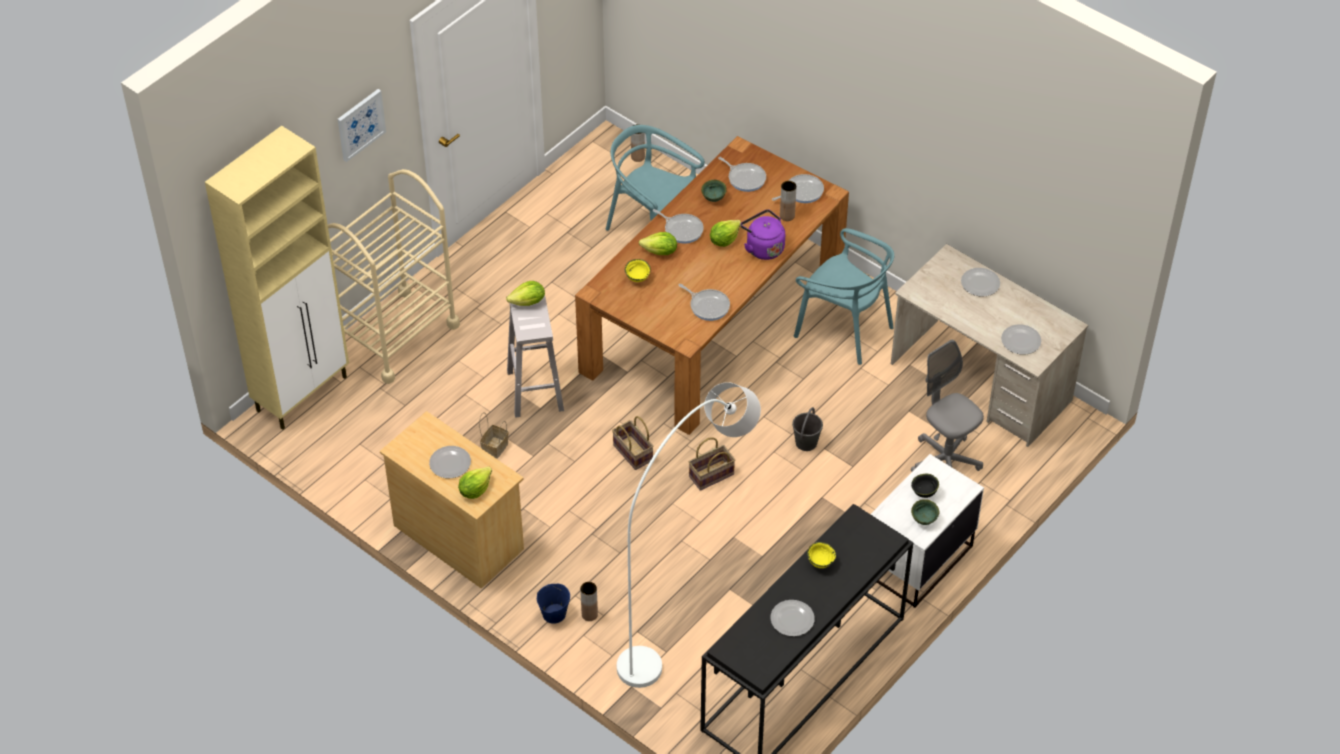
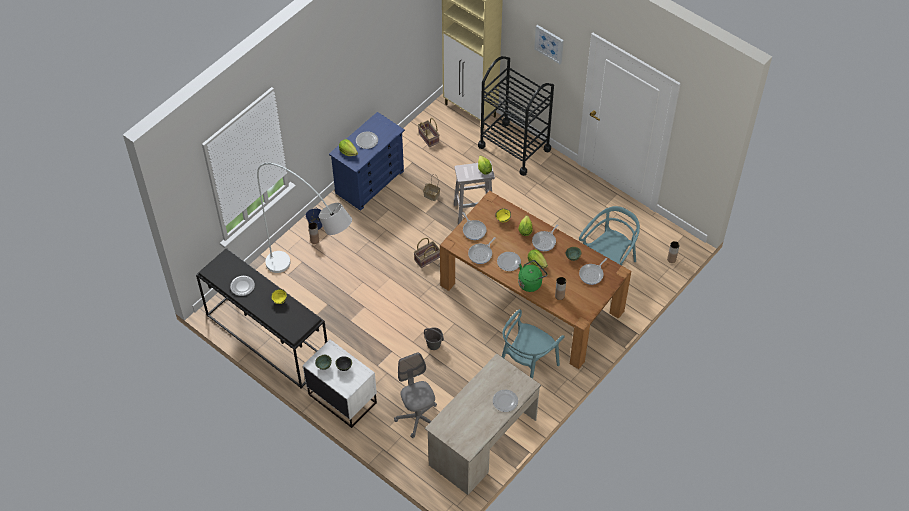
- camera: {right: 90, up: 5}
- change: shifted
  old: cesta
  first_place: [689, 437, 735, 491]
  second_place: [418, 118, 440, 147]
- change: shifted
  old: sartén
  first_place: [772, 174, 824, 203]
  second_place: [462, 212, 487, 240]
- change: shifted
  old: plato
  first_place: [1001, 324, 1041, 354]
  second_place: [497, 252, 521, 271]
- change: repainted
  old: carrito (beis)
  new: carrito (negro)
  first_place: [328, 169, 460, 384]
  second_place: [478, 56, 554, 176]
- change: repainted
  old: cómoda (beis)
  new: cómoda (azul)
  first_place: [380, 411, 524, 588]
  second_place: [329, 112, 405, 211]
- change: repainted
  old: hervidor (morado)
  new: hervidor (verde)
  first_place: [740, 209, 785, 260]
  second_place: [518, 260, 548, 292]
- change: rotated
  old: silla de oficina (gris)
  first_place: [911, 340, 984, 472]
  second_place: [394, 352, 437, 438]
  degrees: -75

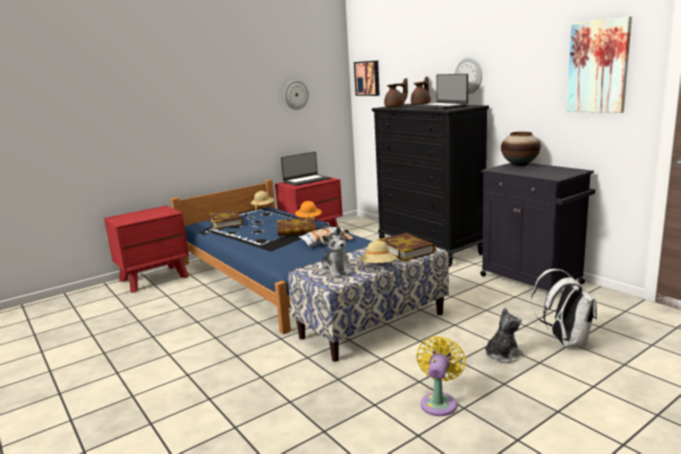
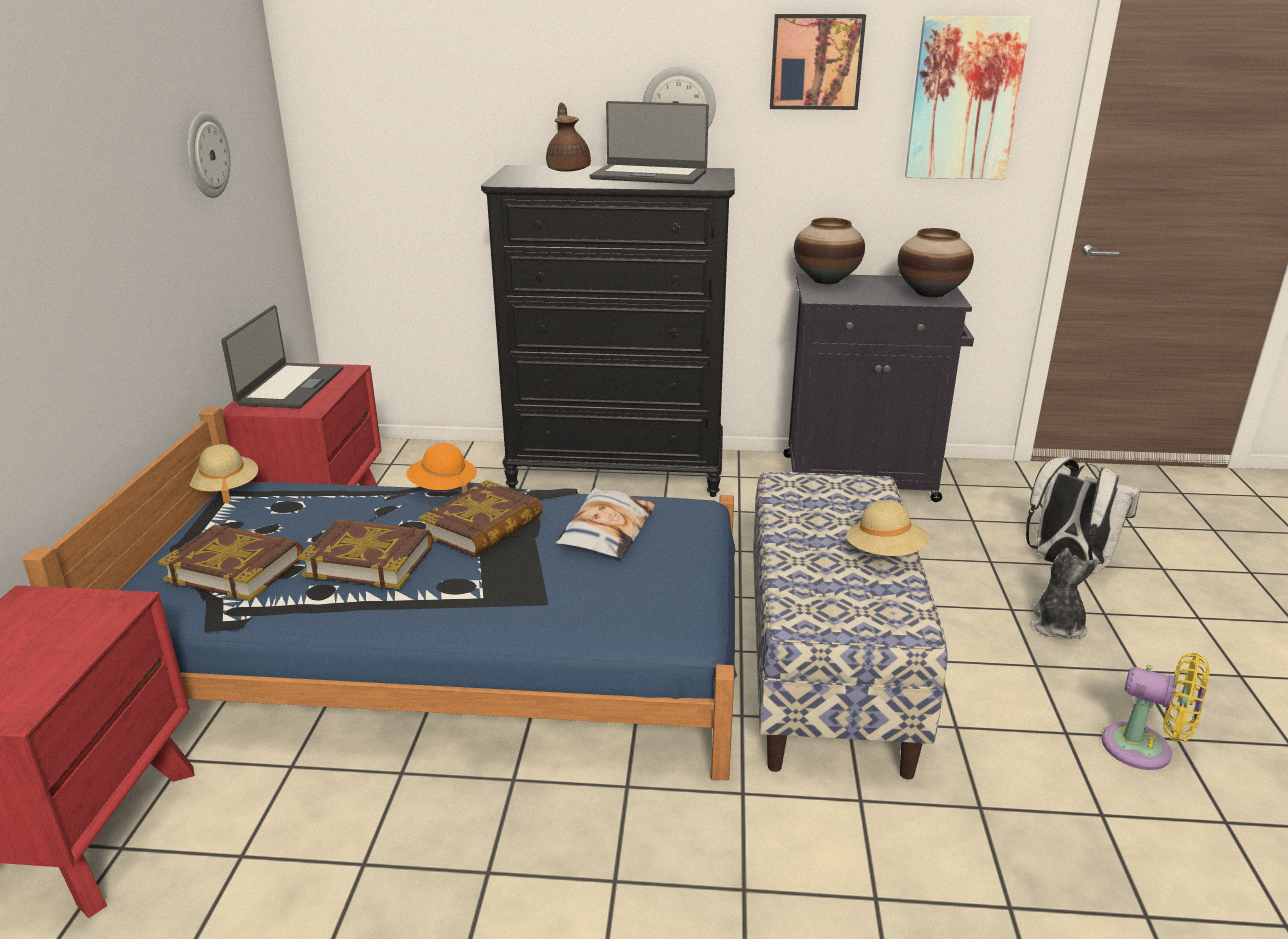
- camera: {right: -50, up: 10}
- change: gone
  old: peluche
  first_place: [321, 226, 353, 278]
- change: gone
  old: tetera (marrón)
  first_place: [384, 78, 408, 107]
- change: new
  new: florero
  second_place: [898, 228, 974, 298]
- change: shifted
  old: cuadro
  first_place: [354, 61, 380, 96]
  second_place: [770, 14, 866, 110]
- change: shifted
  old: libro
  first_place: [378, 233, 435, 261]
  second_place: [298, 519, 432, 589]
- change: rotated
  old: ventilador (amarillo)
  first_place: [416, 336, 466, 416]
  second_place: [1102, 653, 1209, 770]
  degrees: 150

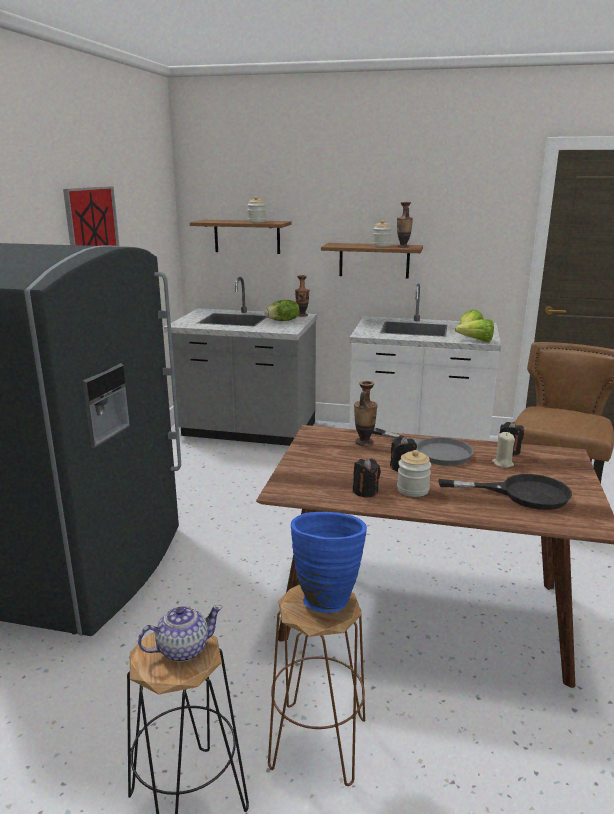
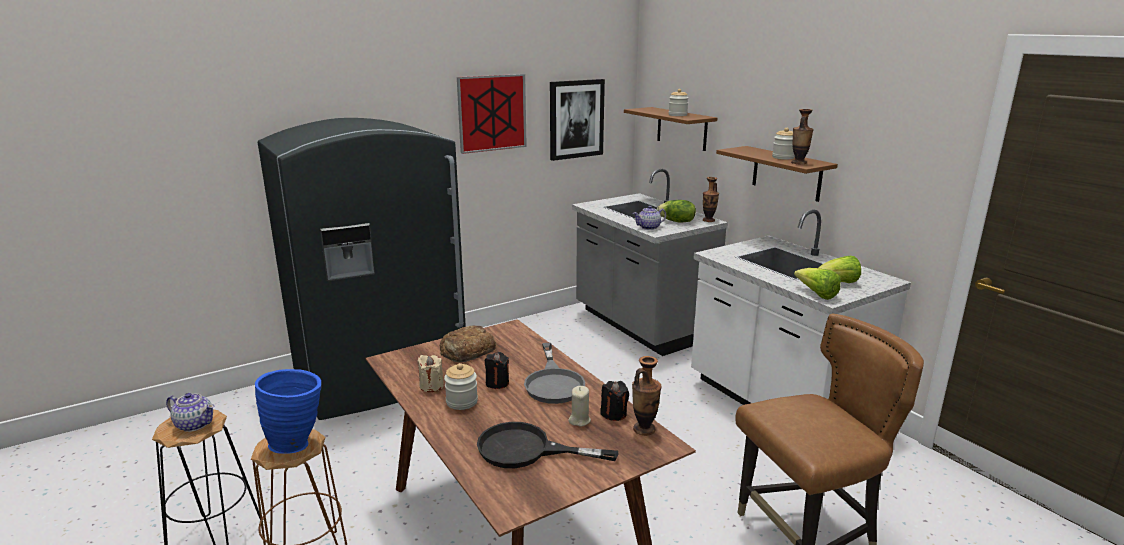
- camera: {right: 45, up: 0}
- change: new
  new: pan
  second_place: [439, 325, 496, 363]
- change: new
  new: cuadro
  second_place: [550, 79, 605, 161]
- change: new
  new: tetera
  second_place: [633, 206, 666, 230]
- change: shifted
  old: florero
  first_place: [354, 381, 377, 446]
  second_place: [632, 356, 662, 436]
- change: repainted
  old: vela (negro)
  new: vela (beis)
  first_place: [353, 459, 381, 497]
  second_place: [417, 355, 444, 392]
- change: rotated
  old: sartén (negro)
  first_place: [438, 474, 572, 510]
  second_place: [477, 422, 618, 468]
  degrees: 135

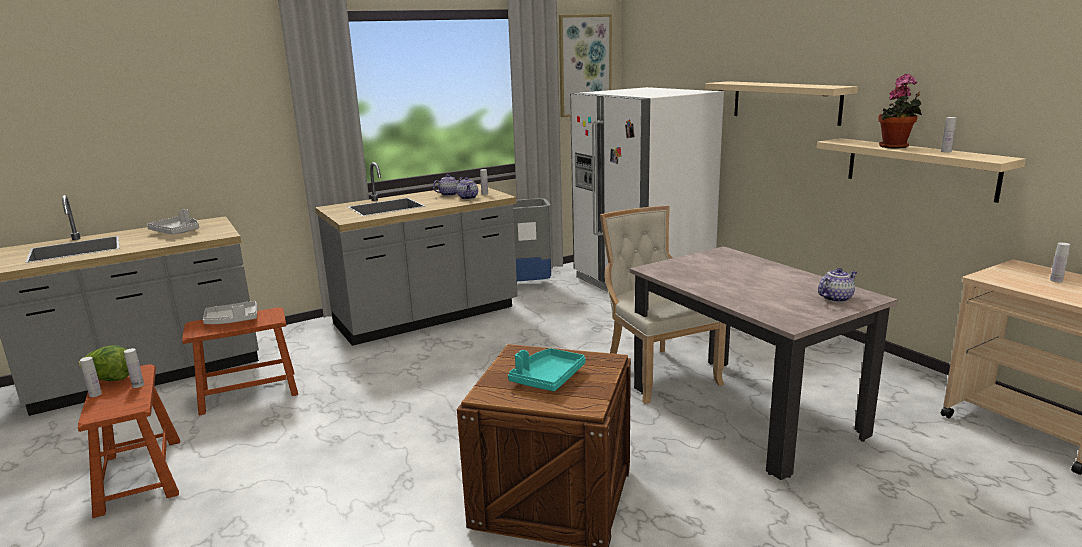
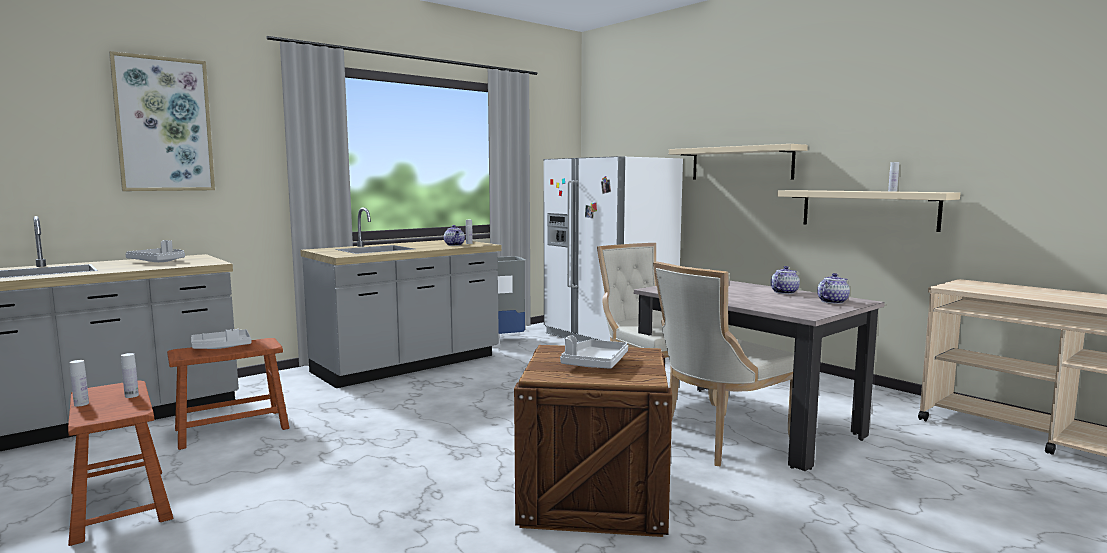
- camera: {right: -10, up: -10}
- change: gone
  old: lechuga
  first_place: [78, 345, 129, 381]
- change: gone
  old: planta en maceta
  first_place: [878, 74, 922, 149]
- change: gone
  old: botella (blanco)
  first_place: [1050, 242, 1071, 282]
- change: new
  new: silla (beis)
  second_place: [653, 262, 794, 467]
- change: shifted
  old: tetera
  first_place: [433, 174, 463, 196]
  second_place: [770, 266, 800, 294]
- change: shifted
  old: cuadro
  first_place: [559, 14, 612, 117]
  second_place: [109, 51, 215, 191]
- change: repainted
  old: bandeja (turquesa)
  new: bandeja (gris)
  first_place: [508, 348, 586, 391]
  second_place: [560, 335, 628, 369]

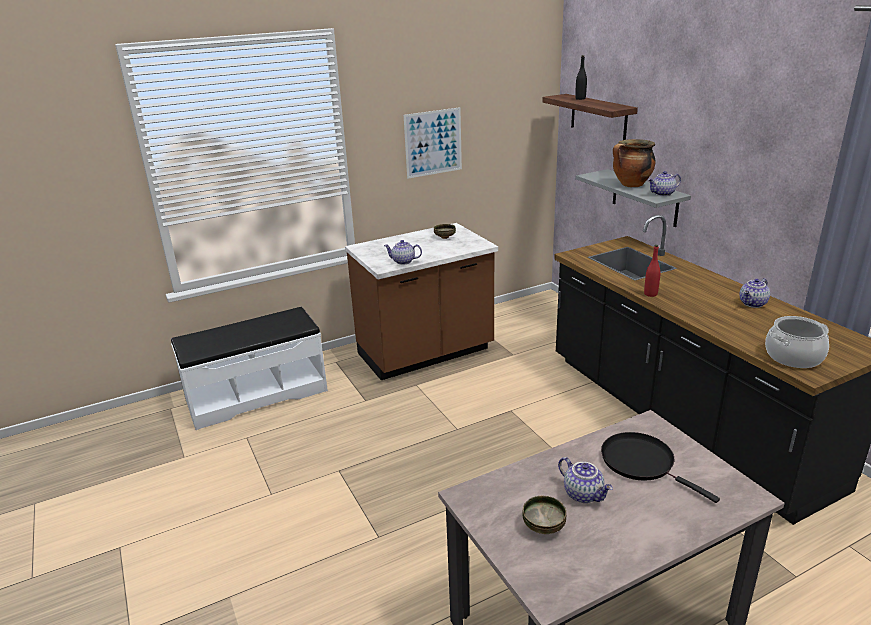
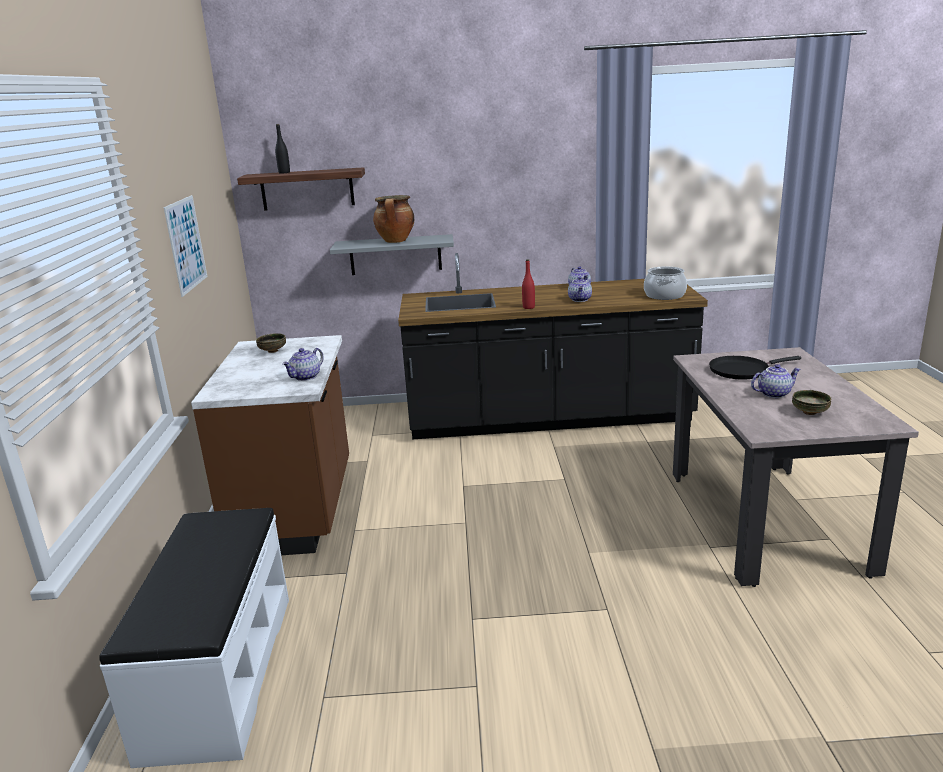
- camera: {right: -65, up: -5}
- change: shifted
  old: tetera
  first_place: [648, 171, 681, 196]
  second_place: [568, 277, 592, 302]

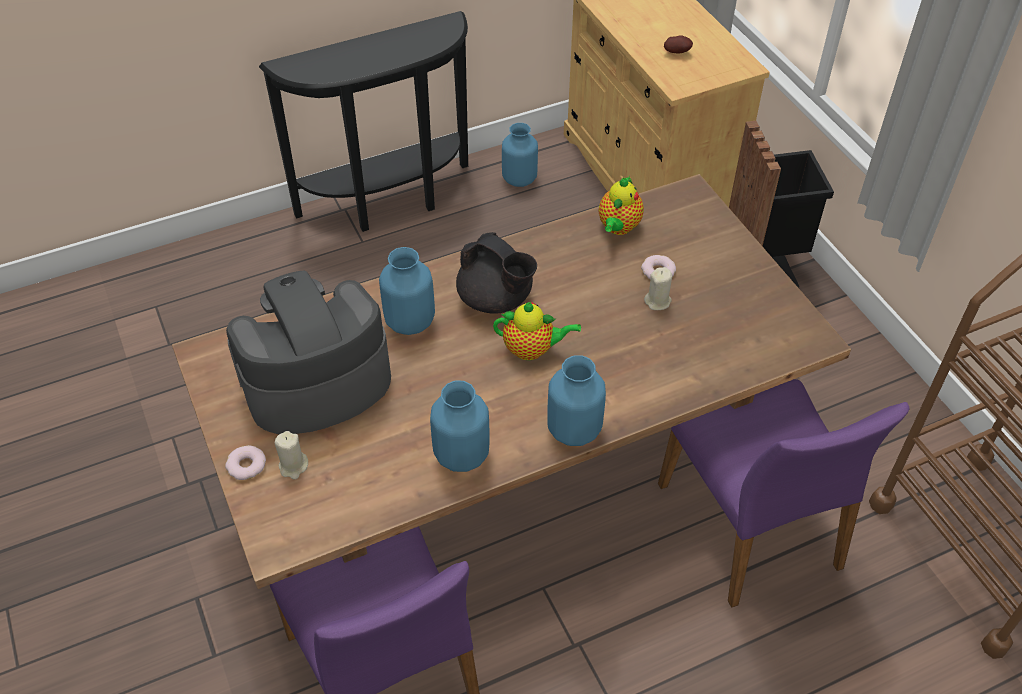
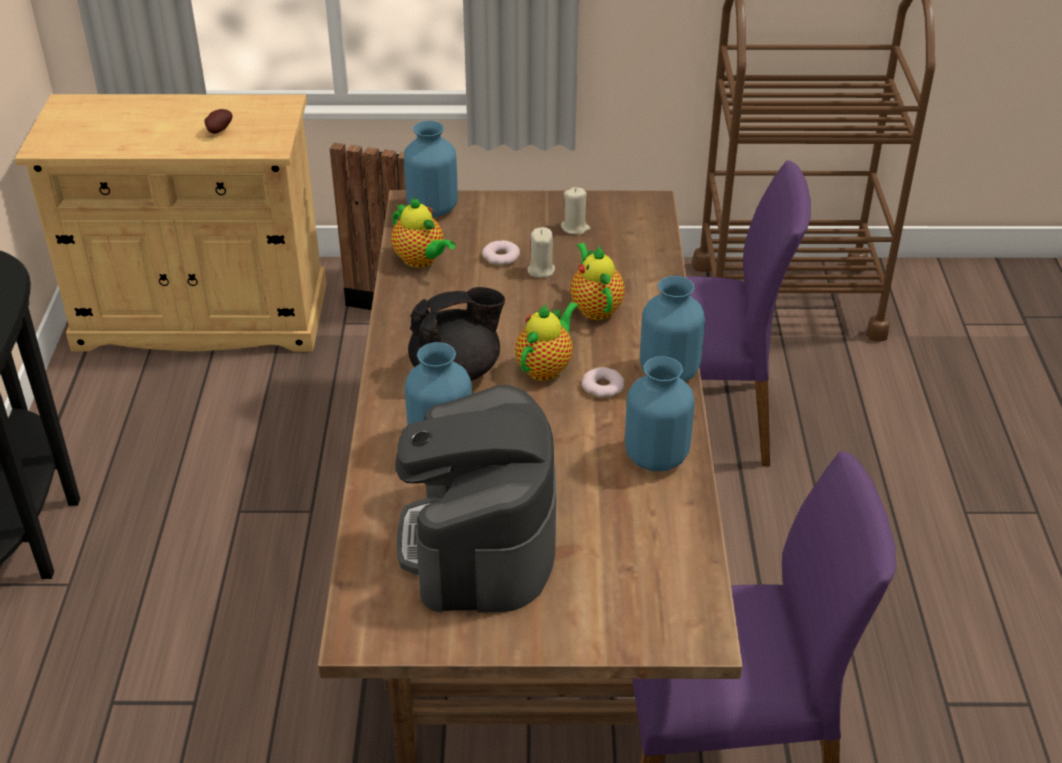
- camera: {right: -65, up: -10}
- change: new
  new: tetera
  second_place: [570, 243, 625, 320]
- change: shifted
  old: rosquilla
  first_place: [225, 445, 266, 480]
  second_place: [582, 367, 624, 398]
- change: shifted
  old: vela (beis)
  first_place: [275, 431, 308, 479]
  second_place: [561, 187, 590, 235]
- change: shifted
  old: florero (azul)
  first_place: [502, 123, 538, 187]
  second_place: [404, 121, 458, 217]

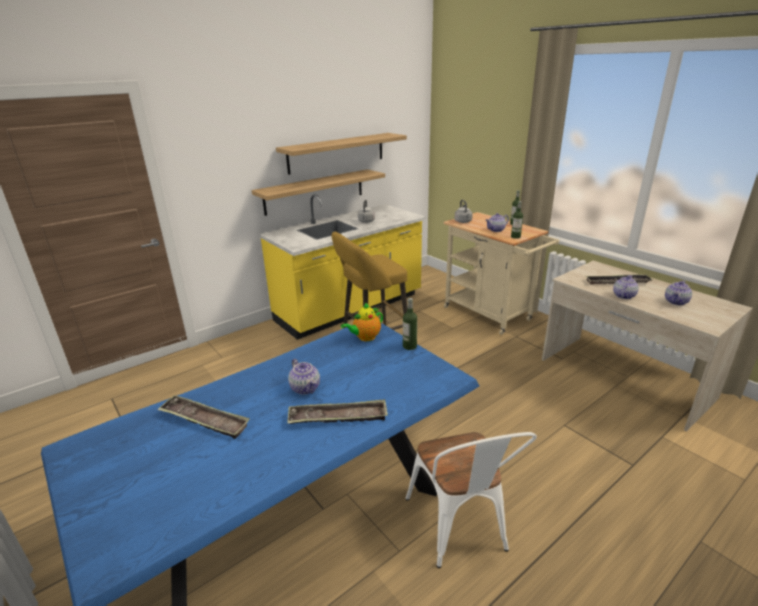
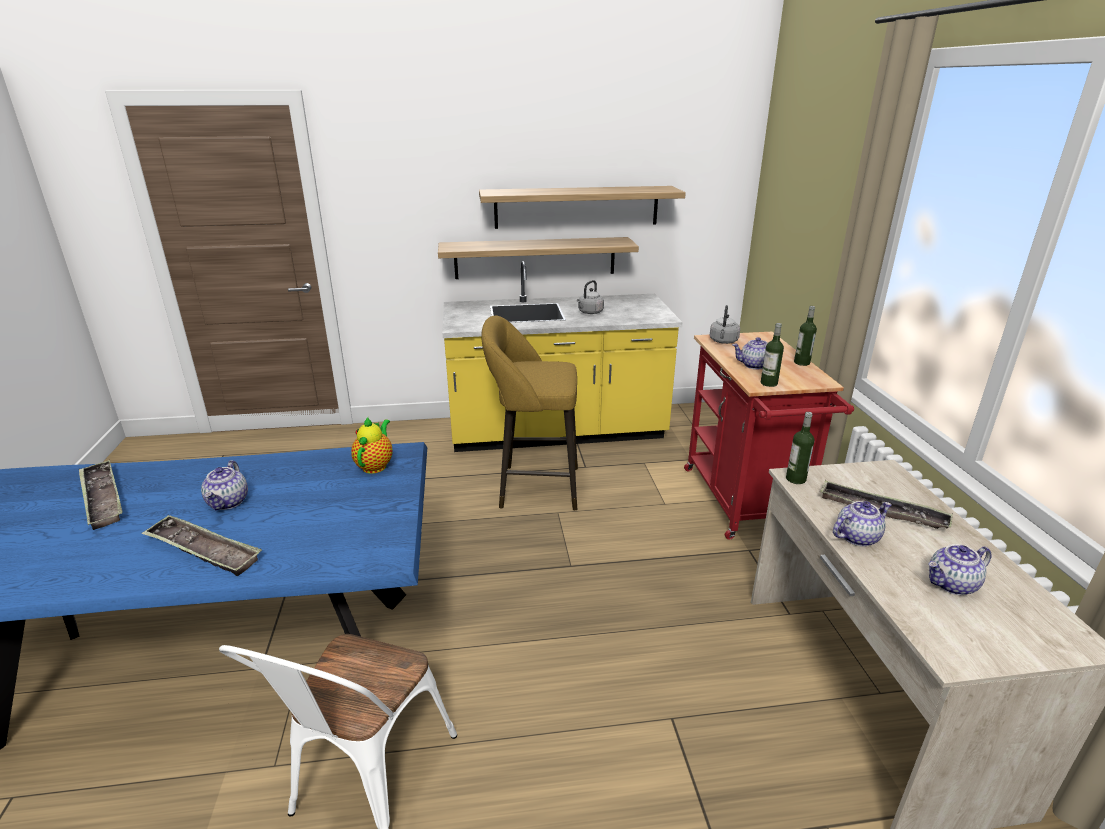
- camera: {right: 30, up: 0}
- change: shifted
  old: botella
  first_place: [403, 298, 417, 350]
  second_place: [786, 412, 815, 484]
- change: repainted
  old: carrito (beis)
  new: carrito (rojo)
  first_place: [443, 212, 559, 335]
  second_place: [684, 332, 854, 540]
- change: rotated
  old: tetera
  first_place: [341, 303, 383, 341]
  second_place: [351, 417, 393, 474]
  degrees: 105

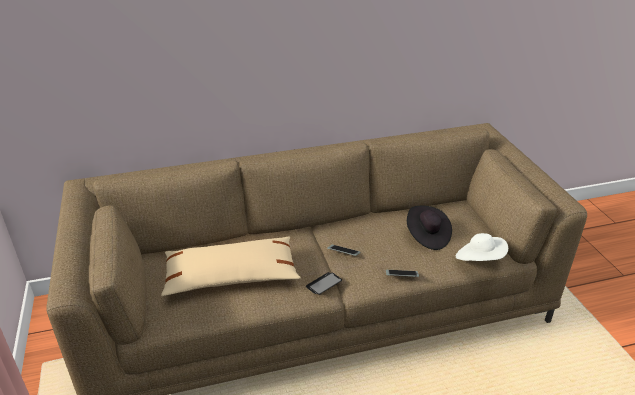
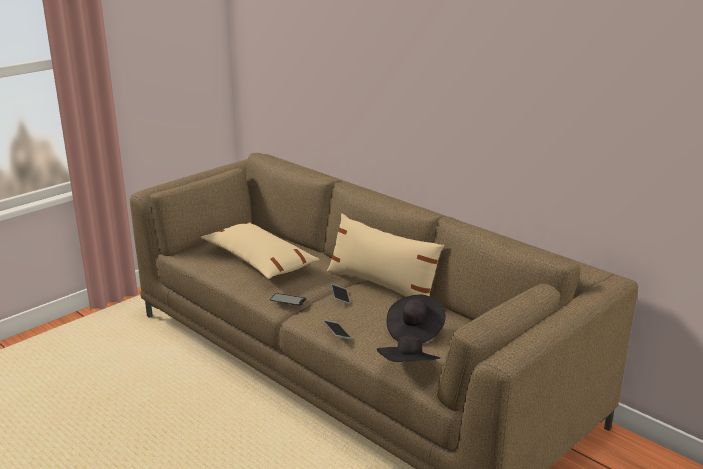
- camera: {right: 60, up: -10}
- change: new
  new: cojín (beis)
  second_place: [327, 214, 444, 297]
- change: repainted
  old: sombrero (blanco)
  new: sombrero (negro)
  first_place: [456, 233, 508, 261]
  second_place: [377, 336, 440, 362]

